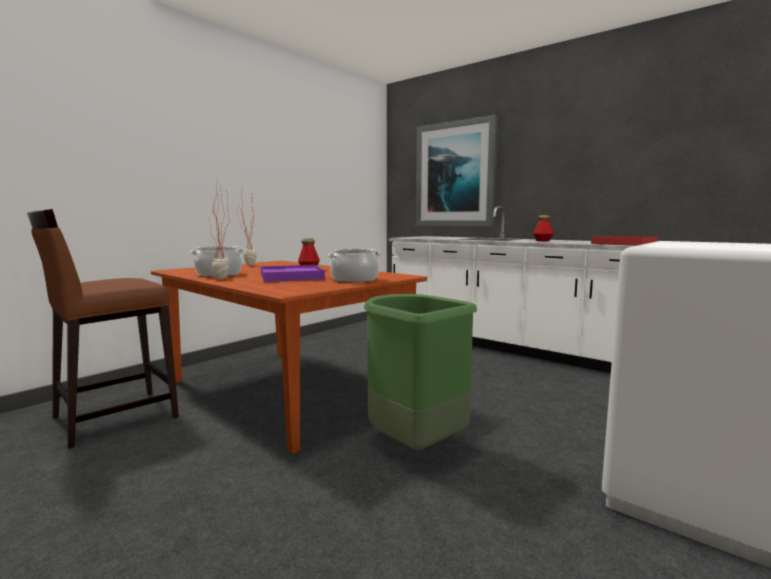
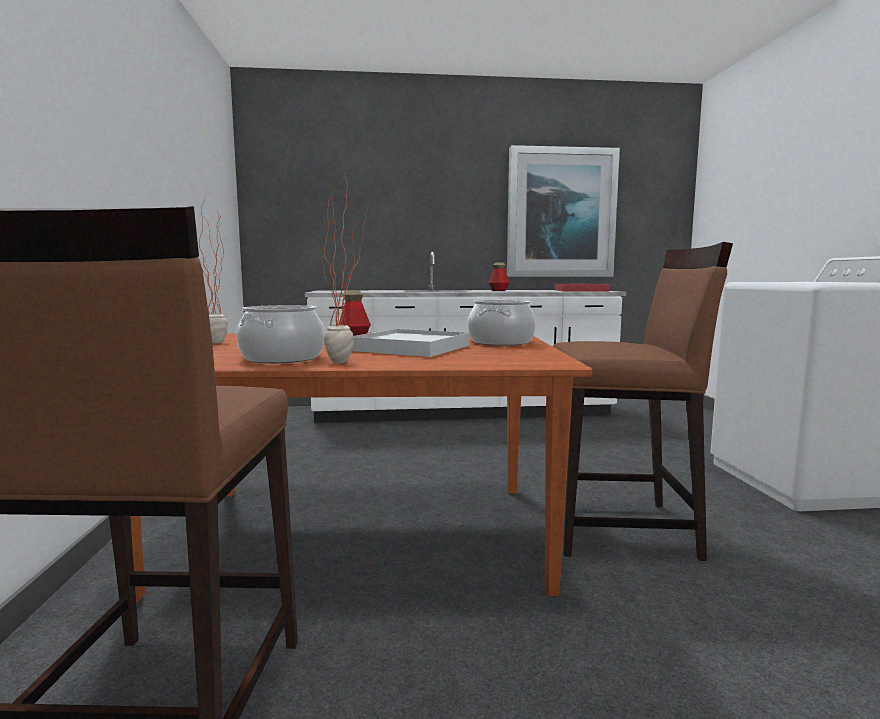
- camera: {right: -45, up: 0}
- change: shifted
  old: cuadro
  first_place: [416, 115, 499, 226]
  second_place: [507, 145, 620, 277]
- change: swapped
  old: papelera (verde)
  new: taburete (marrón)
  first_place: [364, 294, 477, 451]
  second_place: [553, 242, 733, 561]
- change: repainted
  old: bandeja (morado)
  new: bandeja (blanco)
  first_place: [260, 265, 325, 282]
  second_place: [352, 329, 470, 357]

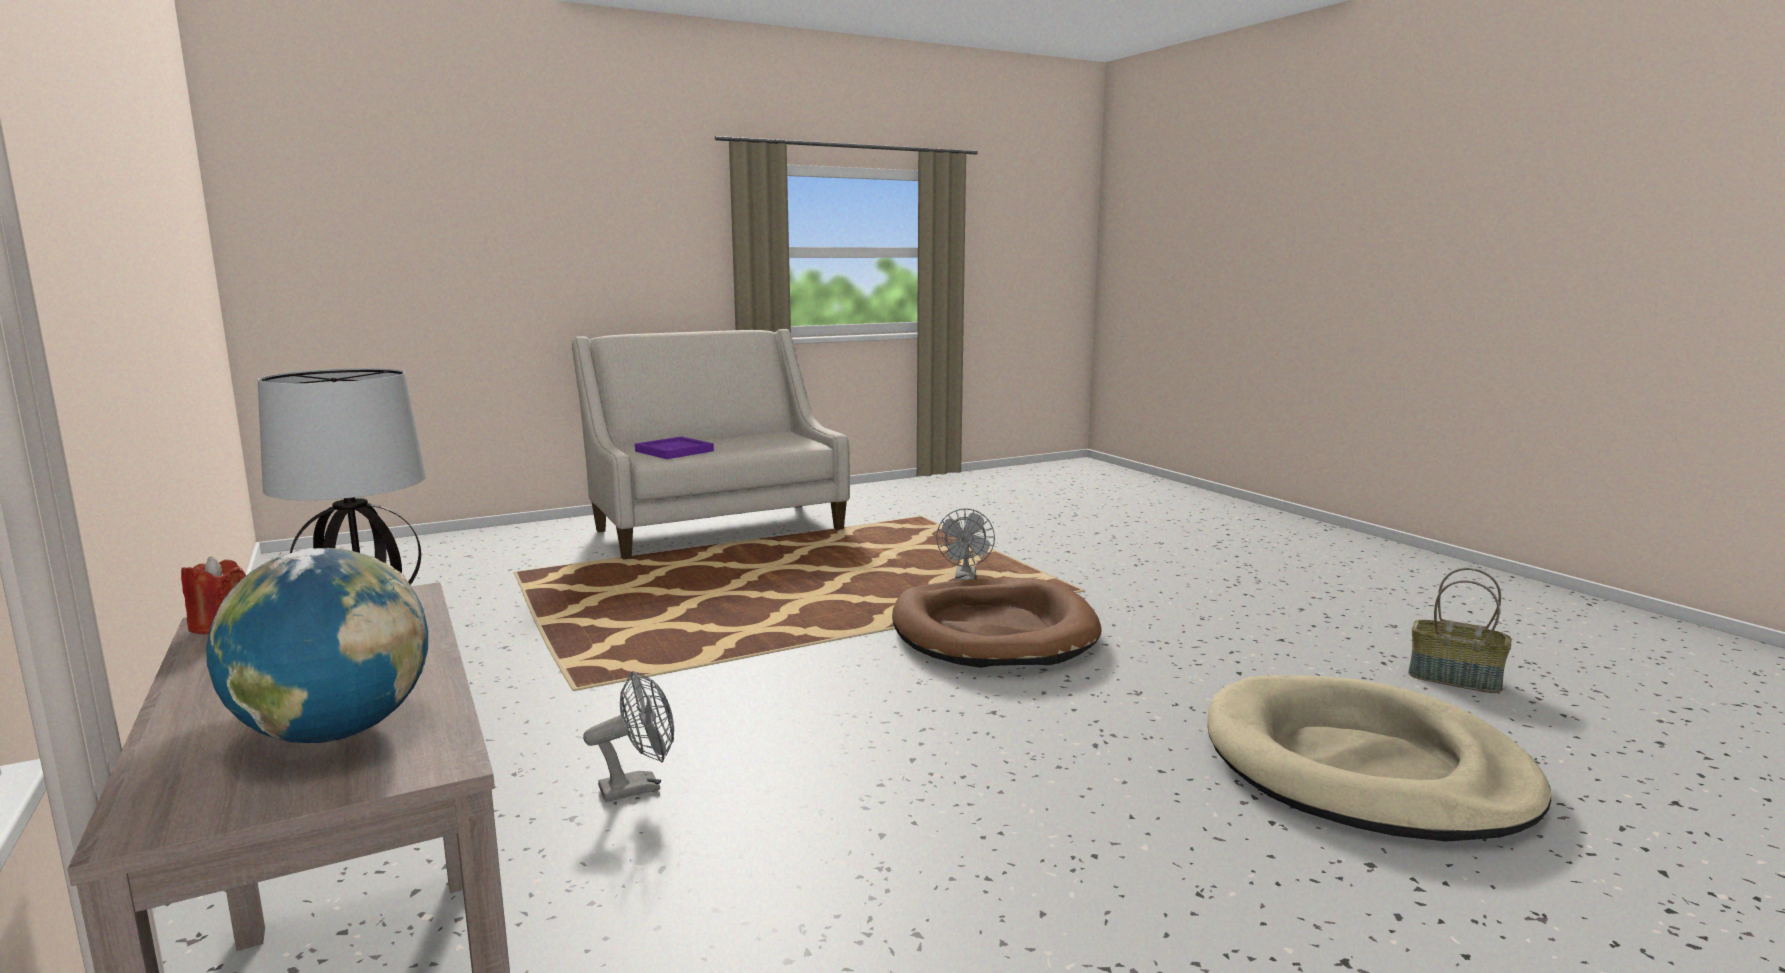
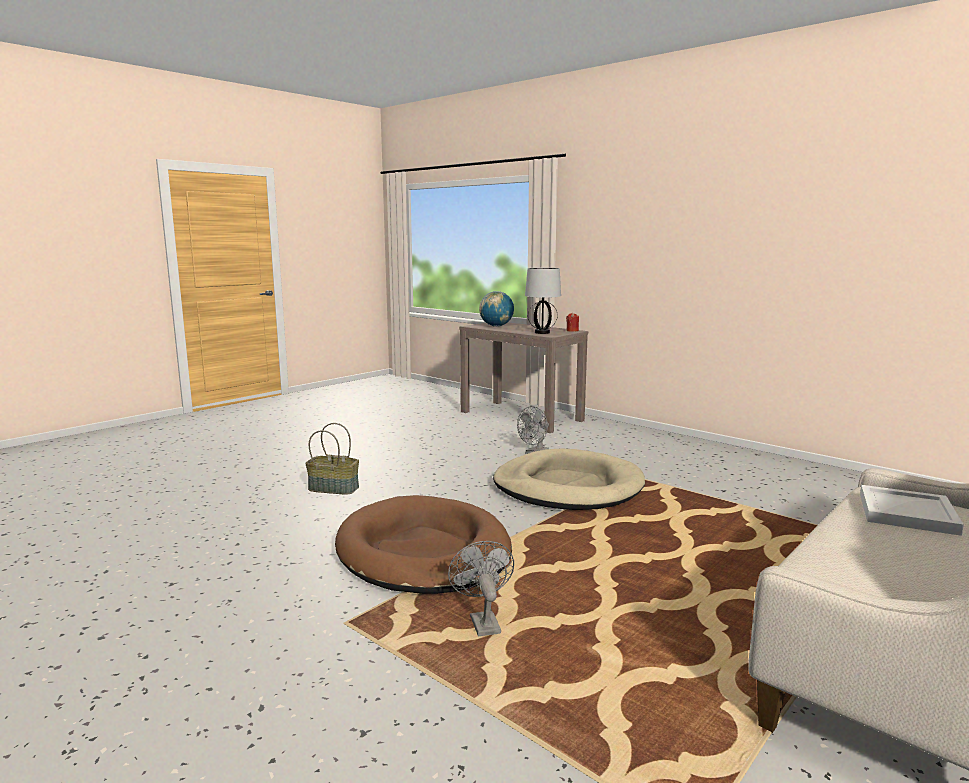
- camera: {right: 160, up: 0}
- change: shifted
  old: cama para perro (beis)
  first_place: [1208, 675, 1551, 842]
  second_place: [493, 448, 645, 510]
- change: shifted
  old: cesta
  first_place: [1408, 568, 1511, 693]
  second_place: [305, 423, 359, 494]
- change: repainted
  old: bandeja (morado)
  new: bandeja (blanco)
  first_place: [635, 436, 714, 459]
  second_place: [860, 485, 964, 536]

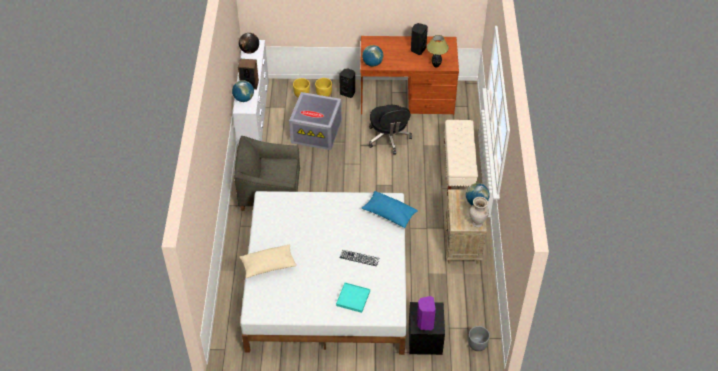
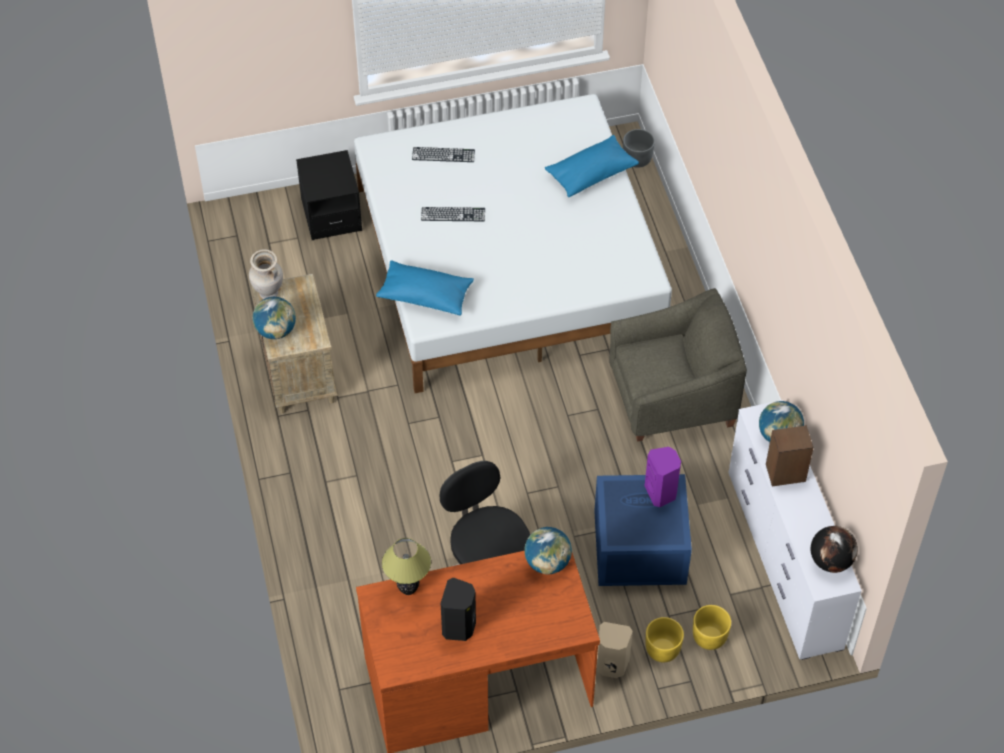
- camera: {right: 165, up: 5}
- change: gone
  old: banco (beis)
  first_place: [444, 120, 478, 196]
- change: shifted
  old: altavoz (morado)
  first_place: [417, 296, 436, 330]
  second_place: [645, 447, 681, 507]
- change: shifted
  old: maceta (gris)
  first_place: [468, 326, 490, 351]
  second_place: [623, 129, 655, 168]
- change: swapped
  old: bandeja (turquesa)
  new: teclado
  first_place: [336, 283, 370, 313]
  second_place: [412, 147, 475, 162]
- change: repainted
  old: cojín (beis)
  new: cojín (azul)
  first_place: [240, 245, 297, 278]
  second_place: [545, 135, 639, 197]
- change: repainted
  old: caja de almacenaje (gris)
  new: caja de almacenaje (azul)
  first_place: [289, 92, 342, 150]
  second_place: [594, 474, 692, 586]
- change: repainted
  old: altavoz (negro)
  new: altavoz (beis)
  first_place: [339, 69, 355, 98]
  second_place: [597, 622, 633, 678]

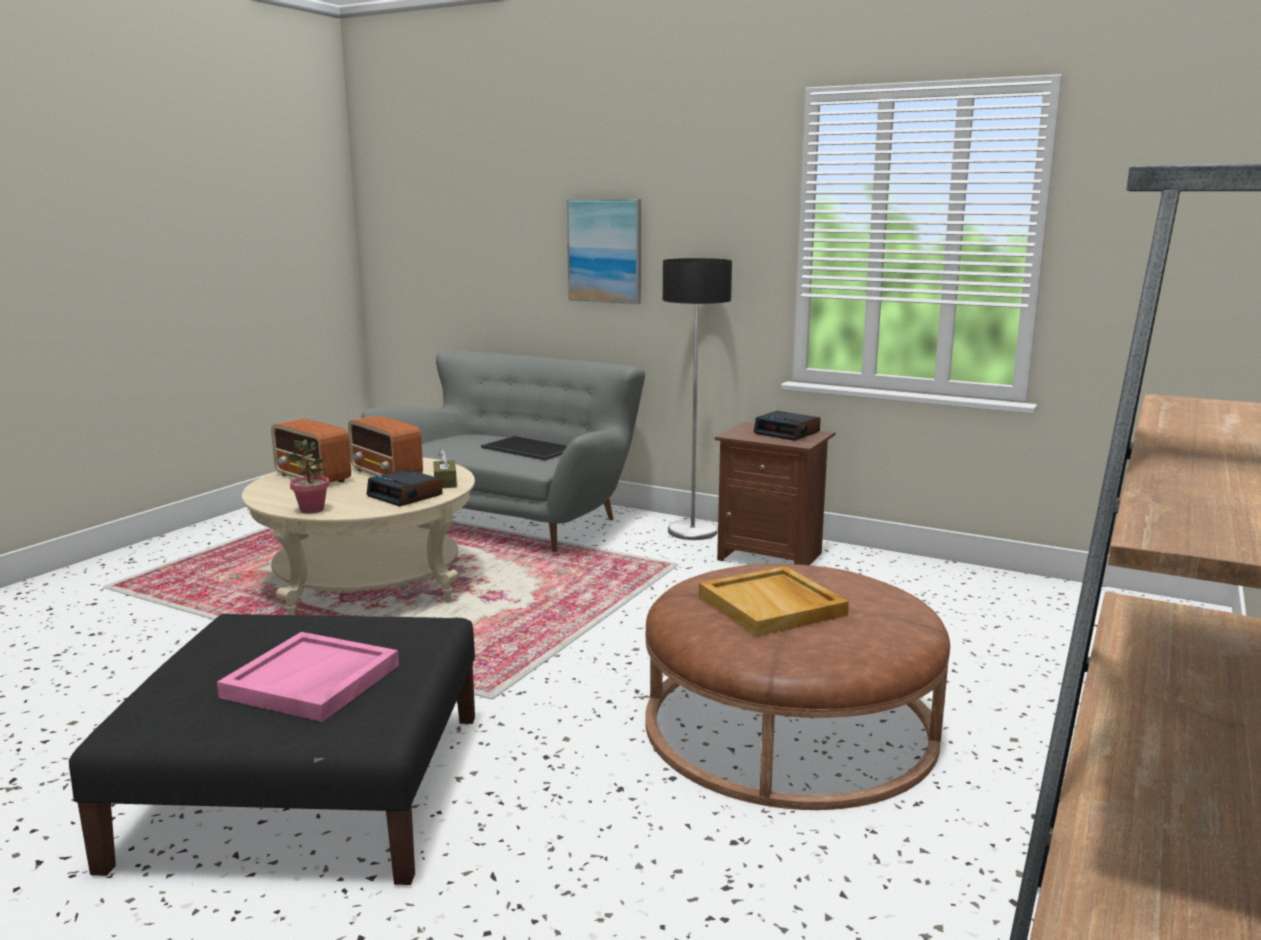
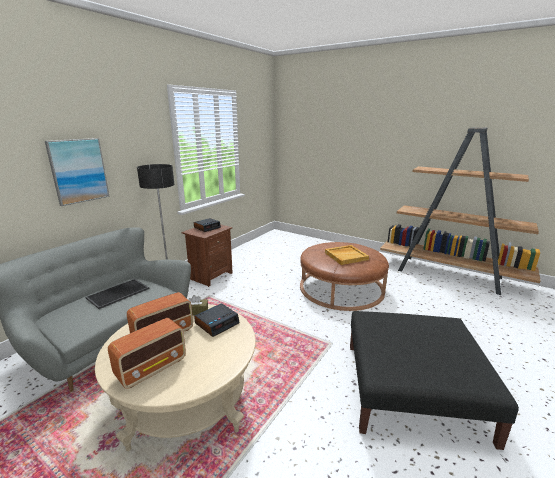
- camera: {right: -85, up: 5}
- change: gone
  old: bandeja (rosa)
  first_place: [217, 632, 399, 722]
- change: gone
  old: planta en maceta
  first_place: [287, 440, 330, 514]

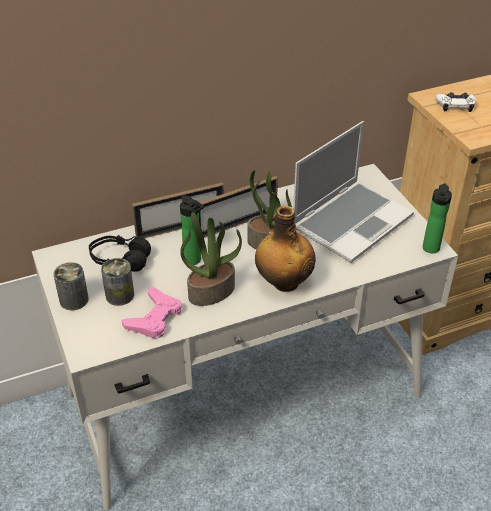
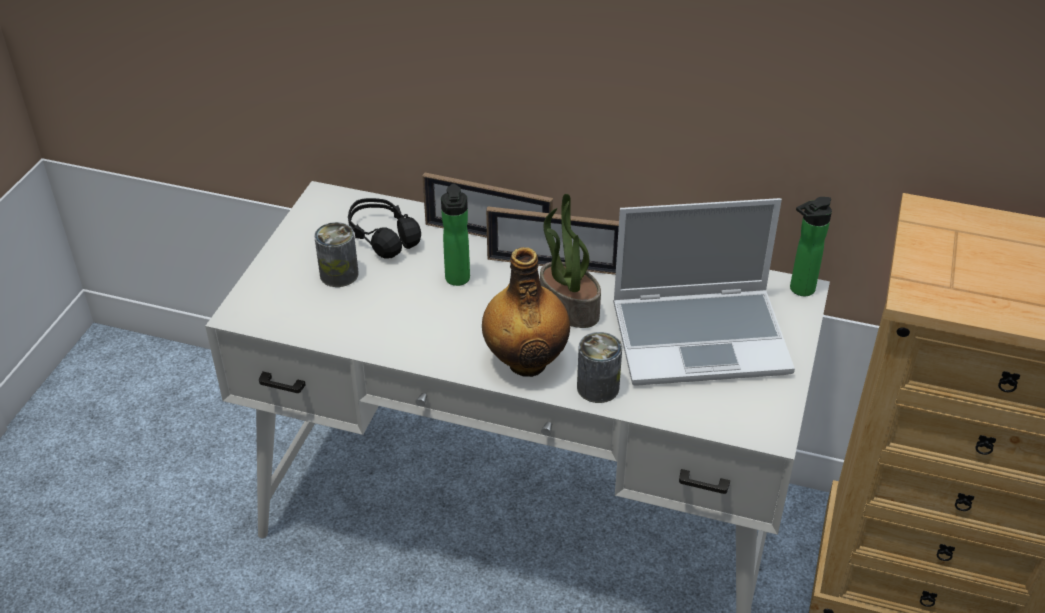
- camera: {right: 40, up: 0}
- change: gone
  old: mando de consola (rosa)
  first_place: [121, 287, 182, 338]
- change: gone
  old: planta en maceta
  first_place: [180, 212, 242, 306]
- change: gone
  old: mando de consola (blanco)
  first_place: [436, 92, 476, 112]
- change: shifted
  old: lata
  first_place: [53, 262, 89, 310]
  second_place: [577, 332, 622, 403]
- change: shifted
  old: botella
  first_place: [423, 183, 452, 253]
  second_place: [790, 197, 832, 296]

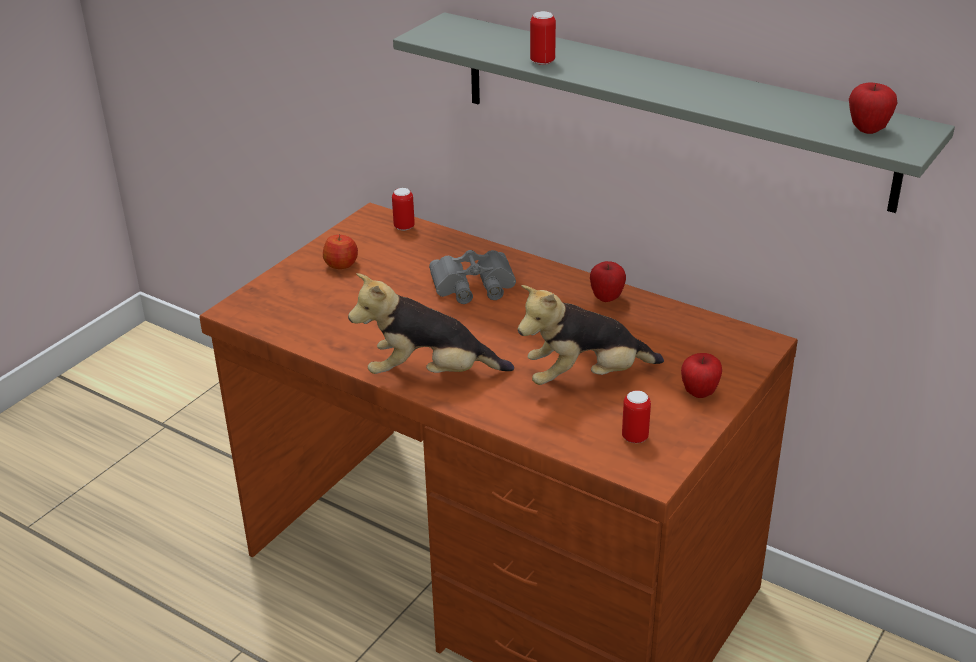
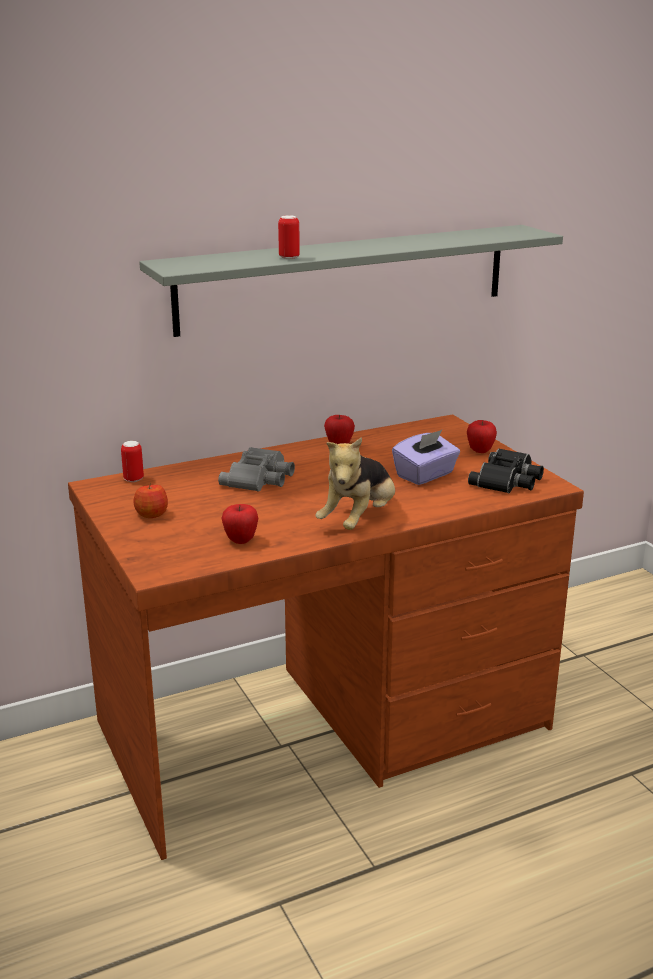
- camera: {right: -60, up: -10}
- change: shifted
  old: manzana
  first_place: [849, 82, 897, 134]
  second_place: [221, 504, 258, 544]
- change: swapped
  old: peluche
  new: caja de pañuelos (morado)
  first_place: [518, 285, 664, 385]
  second_place: [392, 430, 460, 485]
- change: swapped
  old: lata
  new: prismáticos (negro)
  first_place: [622, 390, 651, 443]
  second_place: [468, 448, 544, 493]

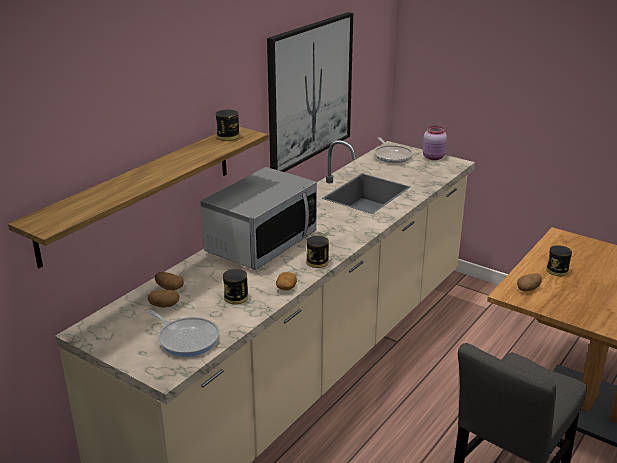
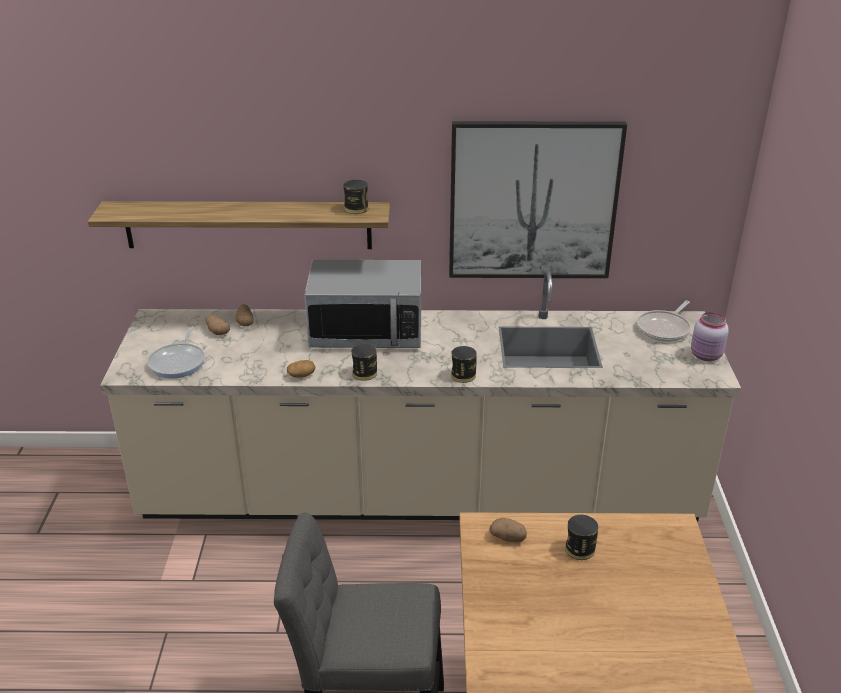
- camera: {right: 55, up: 5}
- change: shifted
  old: lata
  first_place: [223, 269, 248, 304]
  second_place: [451, 346, 477, 383]

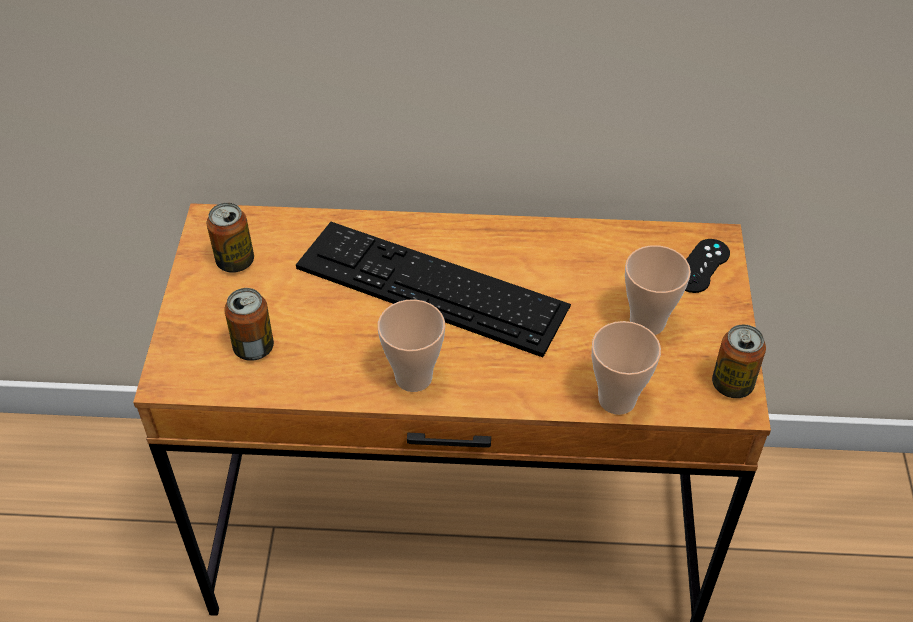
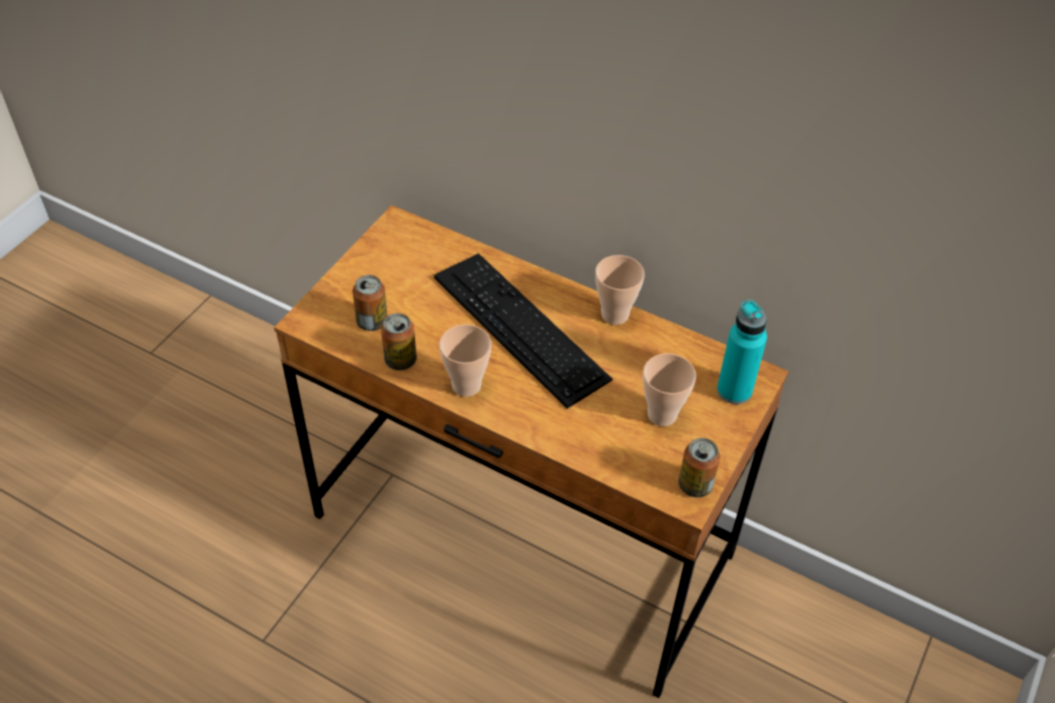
- camera: {right: 25, up: 0}
- change: shifted
  old: lata
  first_place: [207, 203, 254, 273]
  second_place: [381, 313, 417, 370]
- change: shifted
  old: taza
  first_place: [592, 321, 661, 415]
  second_place: [595, 255, 645, 325]
- change: swapped
  old: mando de consola (negro)
  new: botella (turquesa)
  first_place: [685, 239, 730, 293]
  second_place: [717, 300, 767, 404]

